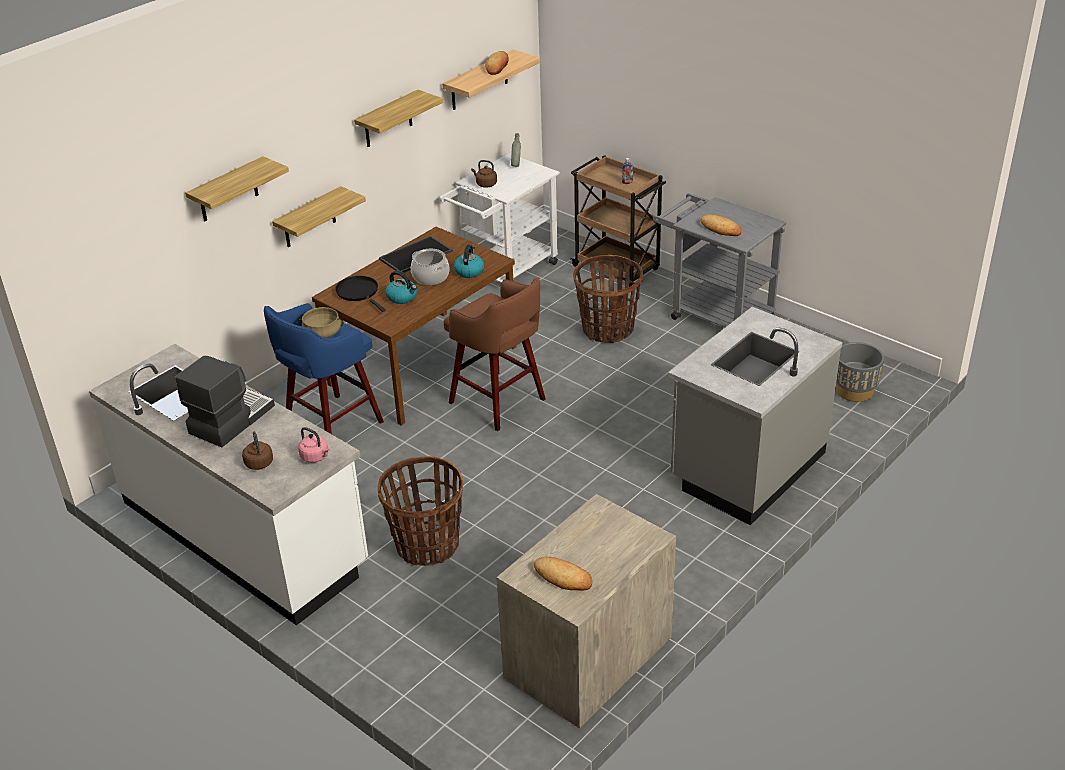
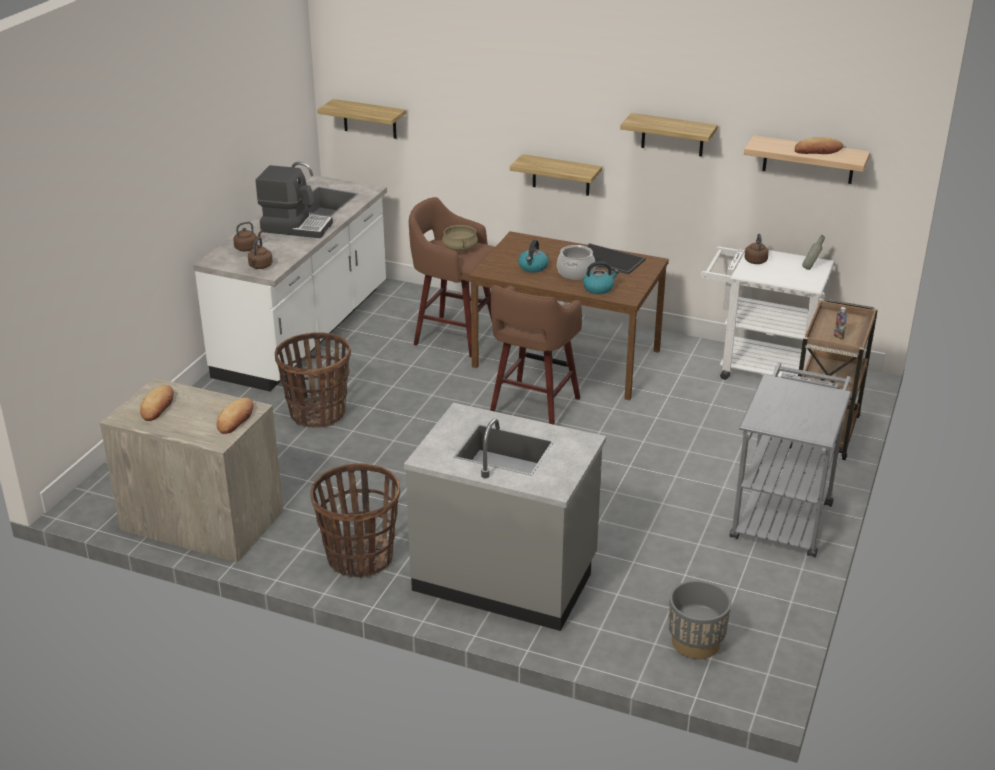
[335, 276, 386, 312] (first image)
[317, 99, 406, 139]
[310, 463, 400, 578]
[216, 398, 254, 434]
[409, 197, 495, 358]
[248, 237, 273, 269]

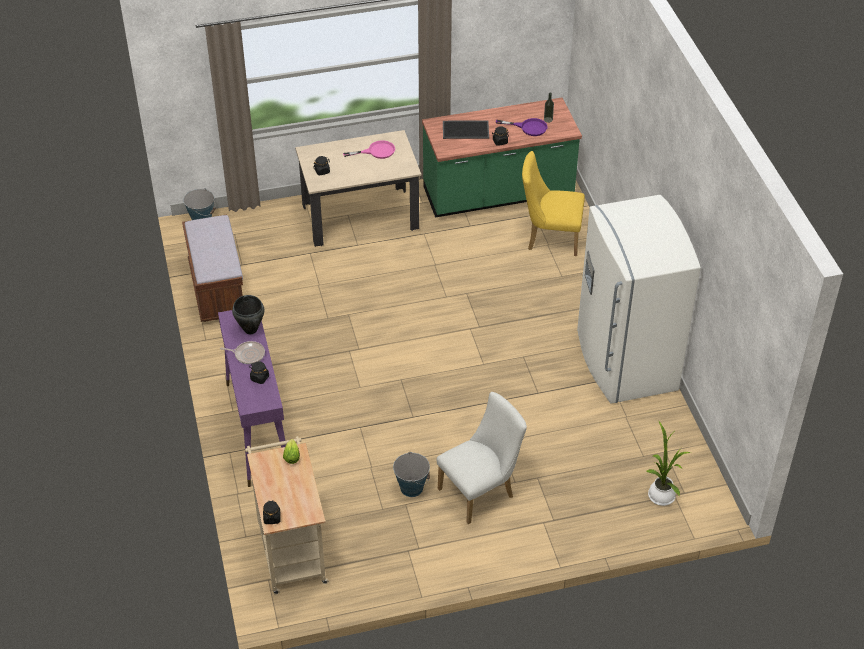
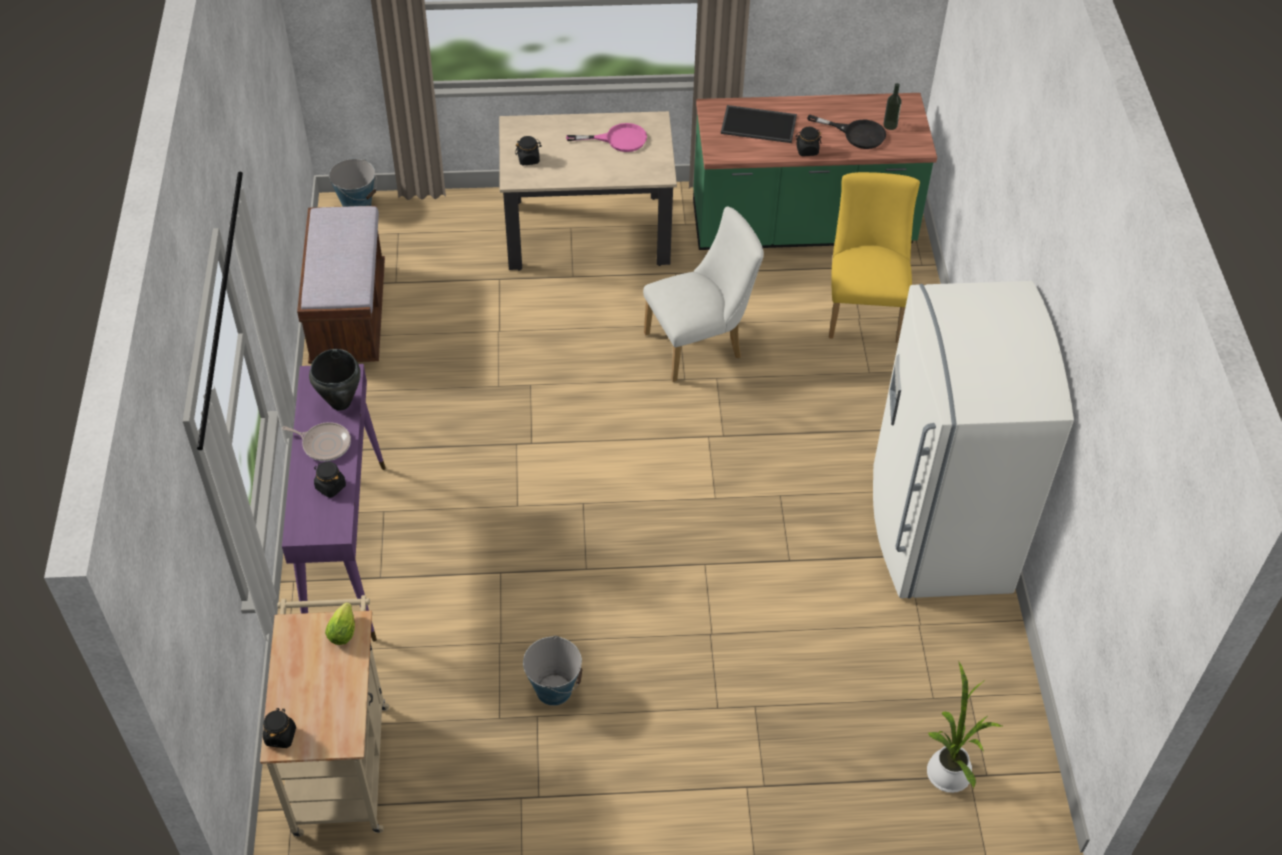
[643, 206, 764, 382]
[807, 115, 886, 149]
[829, 172, 920, 343]

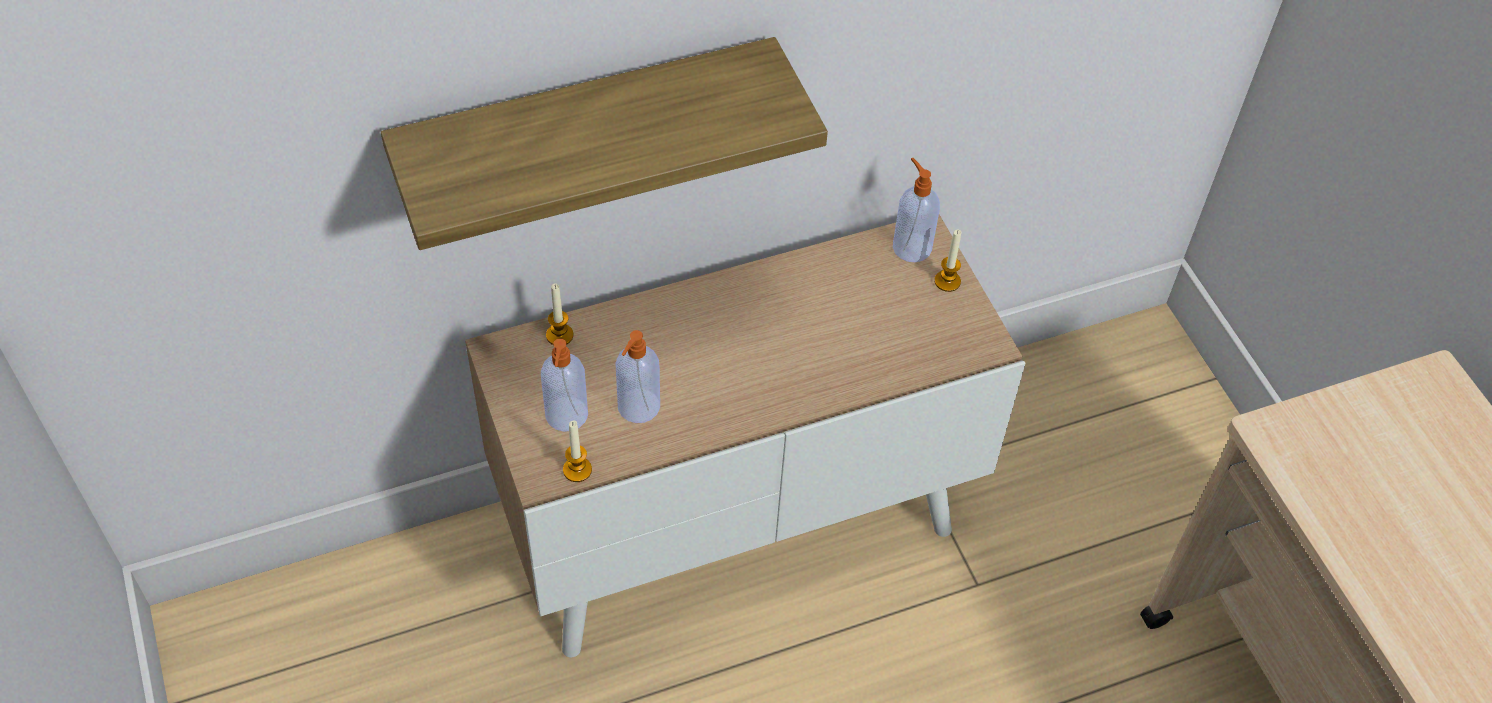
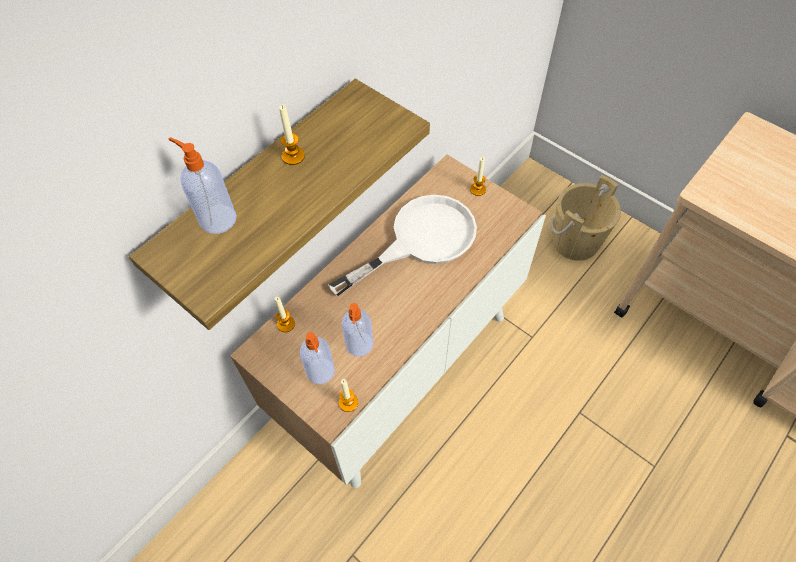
[279, 104, 305, 165]
[328, 195, 477, 296]
[551, 175, 621, 261]
[169, 137, 236, 234]

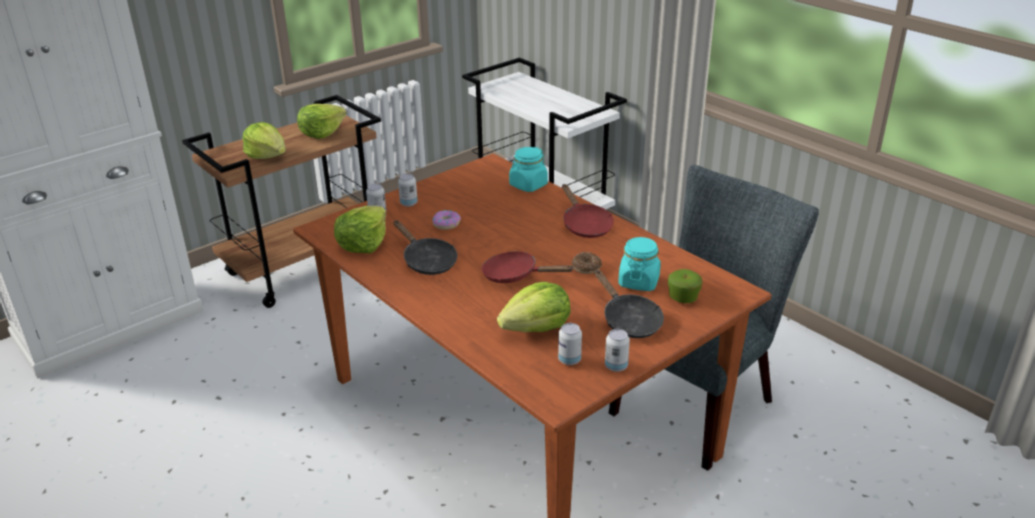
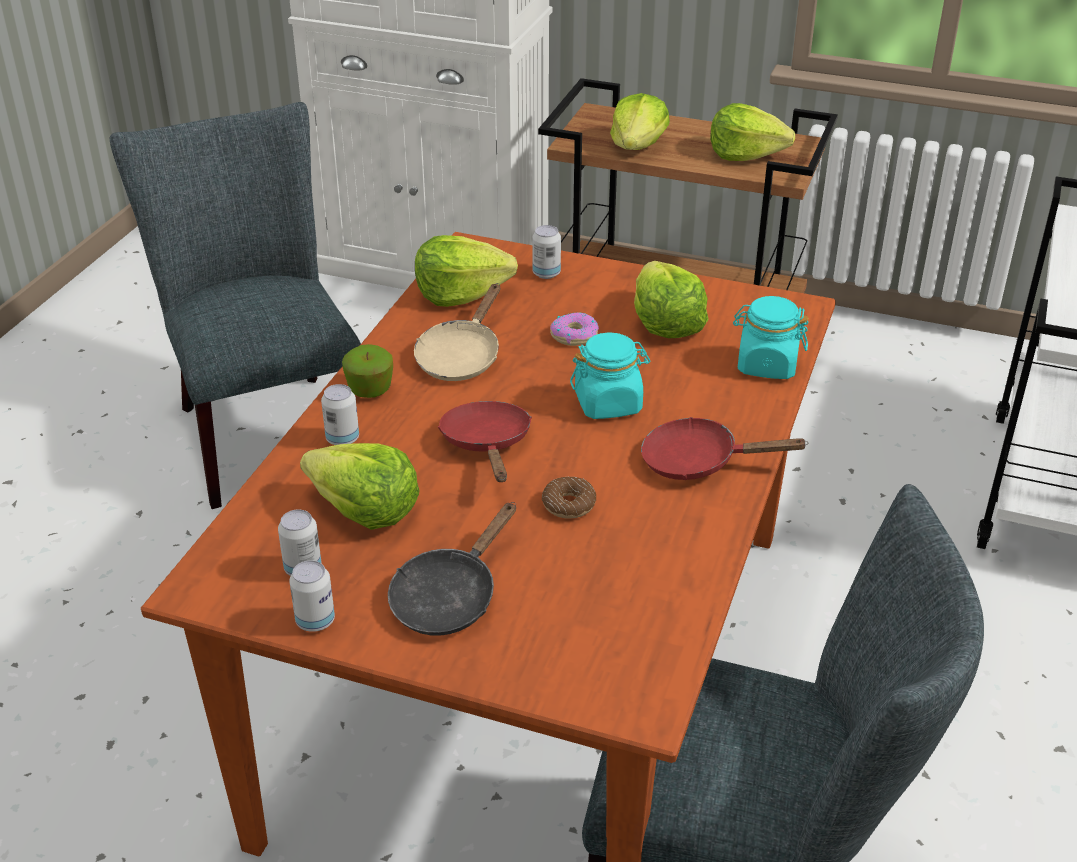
[110, 102, 361, 509]
[634, 261, 709, 338]
[321, 384, 359, 445]
[570, 332, 650, 419]
[342, 344, 393, 398]
[414, 283, 500, 381]
[641, 417, 808, 480]

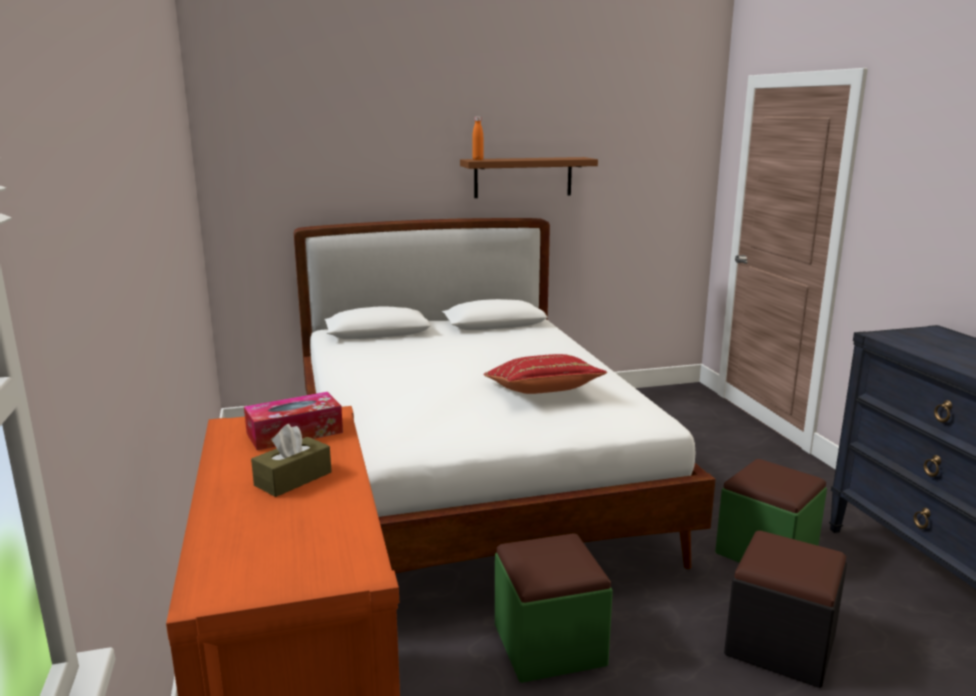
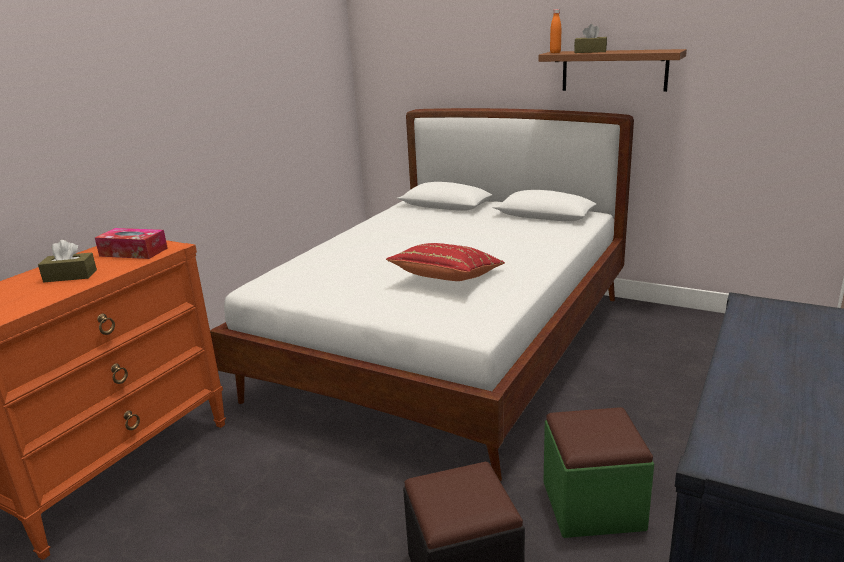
[495, 533, 613, 683] (first image)
[574, 24, 607, 53]

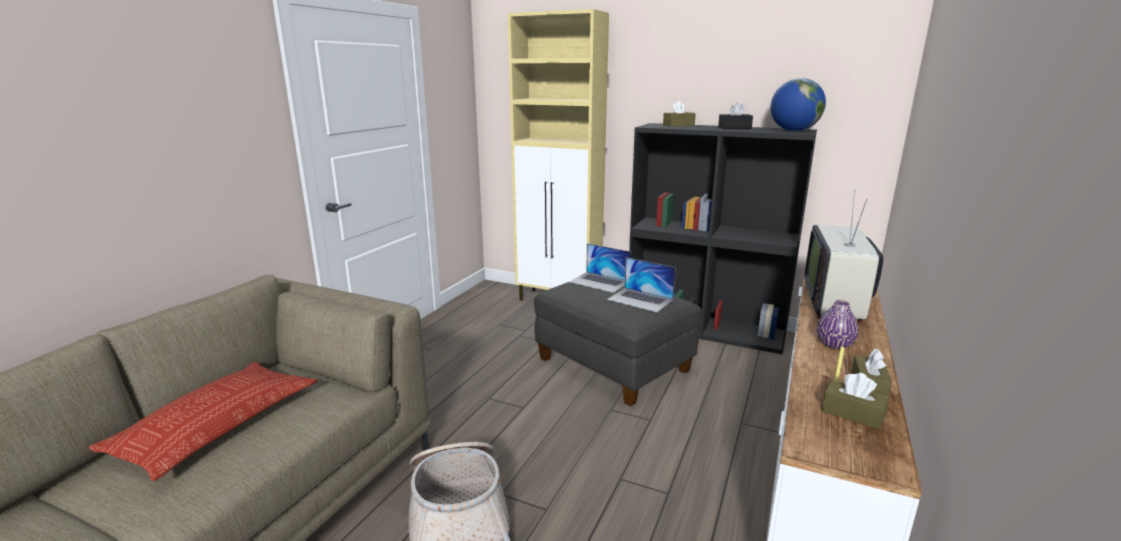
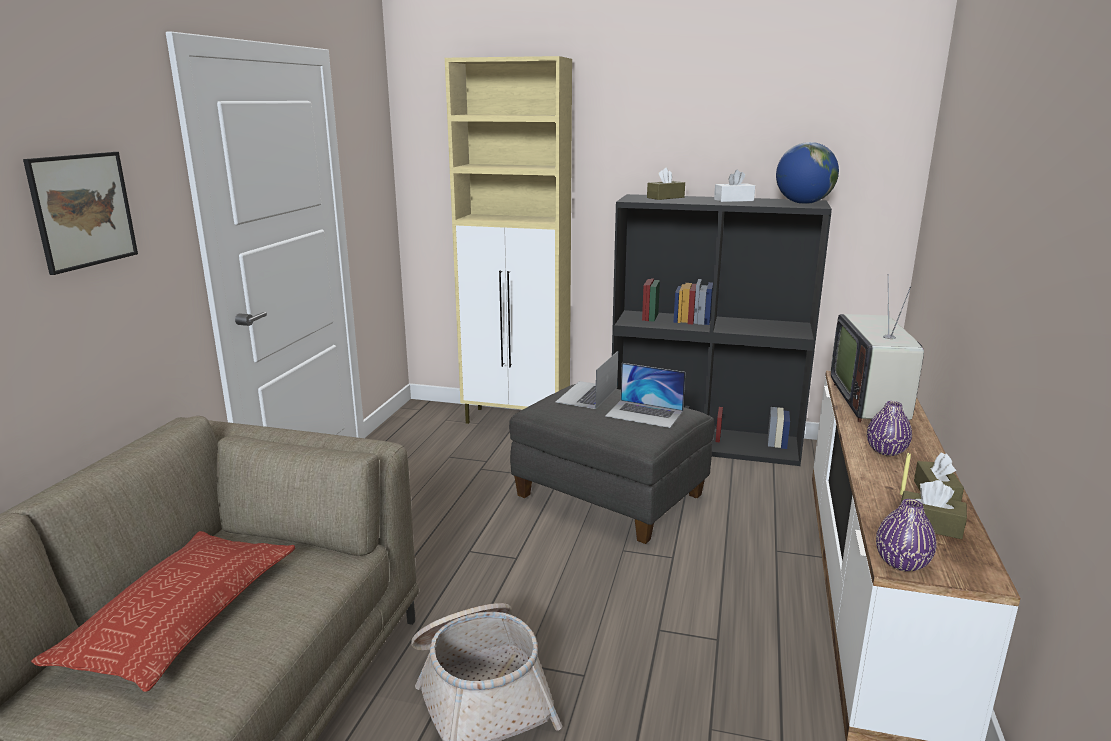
[23, 152, 138, 275]
[876, 499, 937, 572]
[714, 170, 755, 202]
[556, 351, 618, 409]

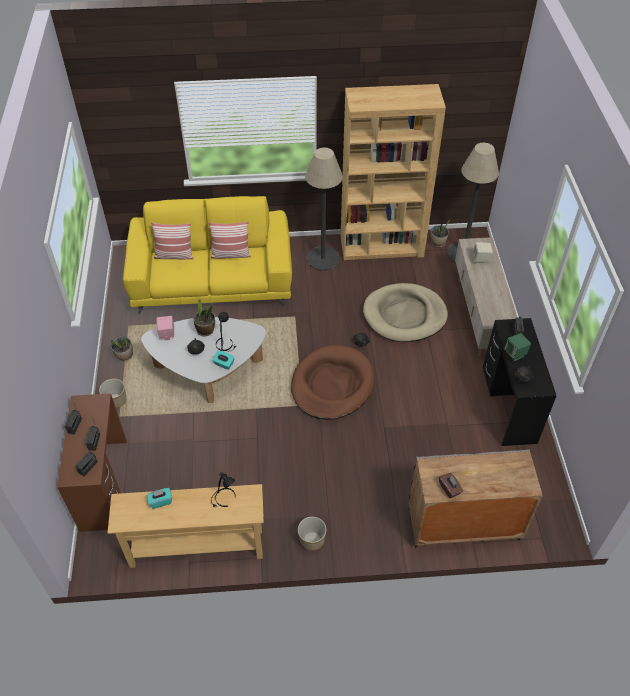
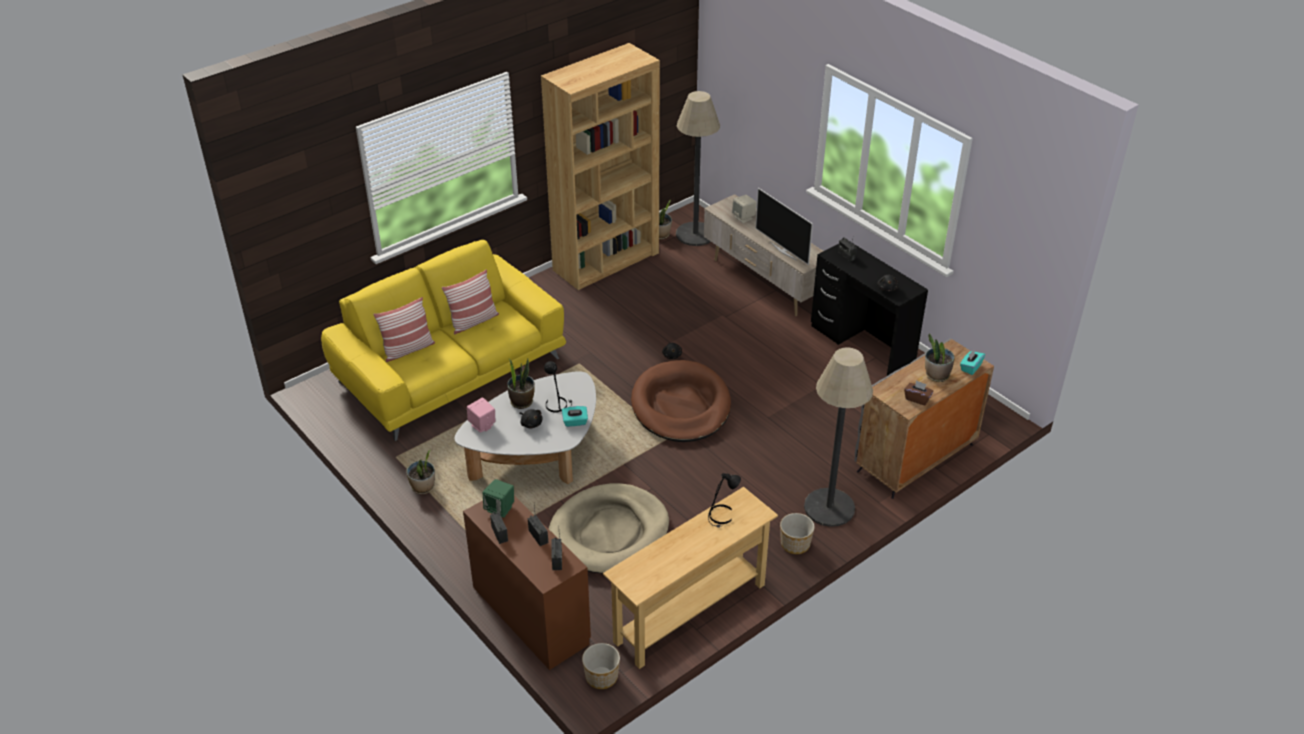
[755, 188, 813, 265]
[925, 334, 955, 382]
[582, 643, 620, 689]
[960, 350, 985, 375]
[804, 347, 873, 527]
[549, 483, 669, 574]
[483, 479, 514, 518]

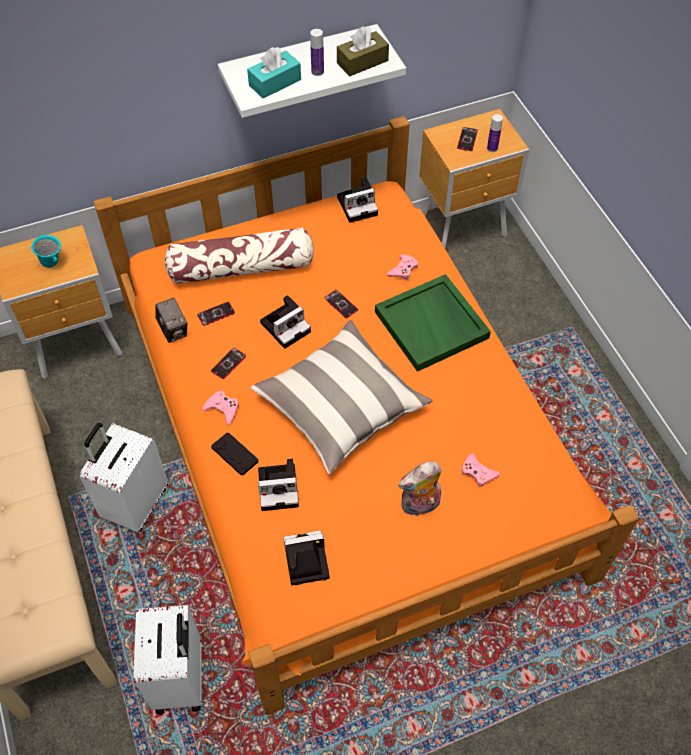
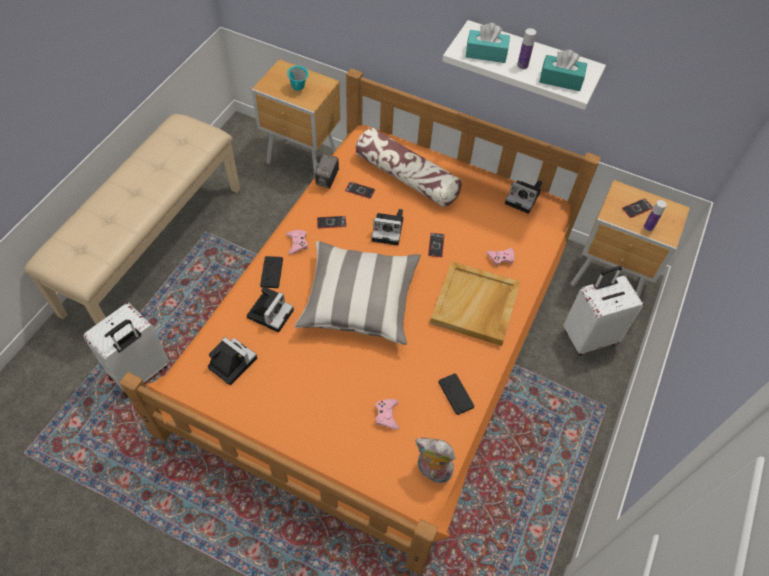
[438, 373, 474, 415]
[563, 266, 644, 355]
[415, 438, 455, 483]
[539, 50, 587, 91]
[430, 261, 521, 346]
[247, 287, 294, 333]

